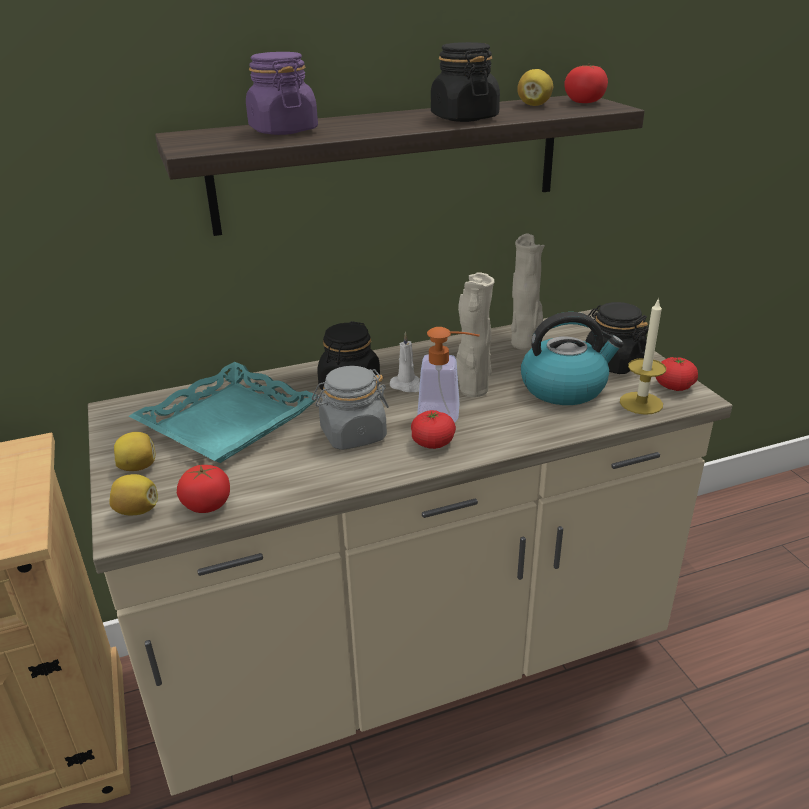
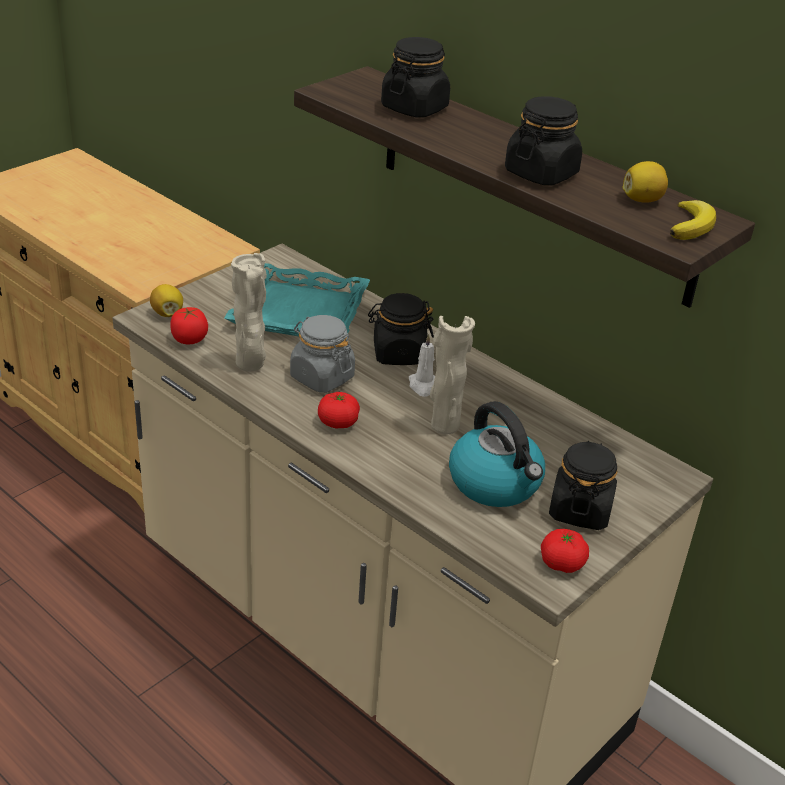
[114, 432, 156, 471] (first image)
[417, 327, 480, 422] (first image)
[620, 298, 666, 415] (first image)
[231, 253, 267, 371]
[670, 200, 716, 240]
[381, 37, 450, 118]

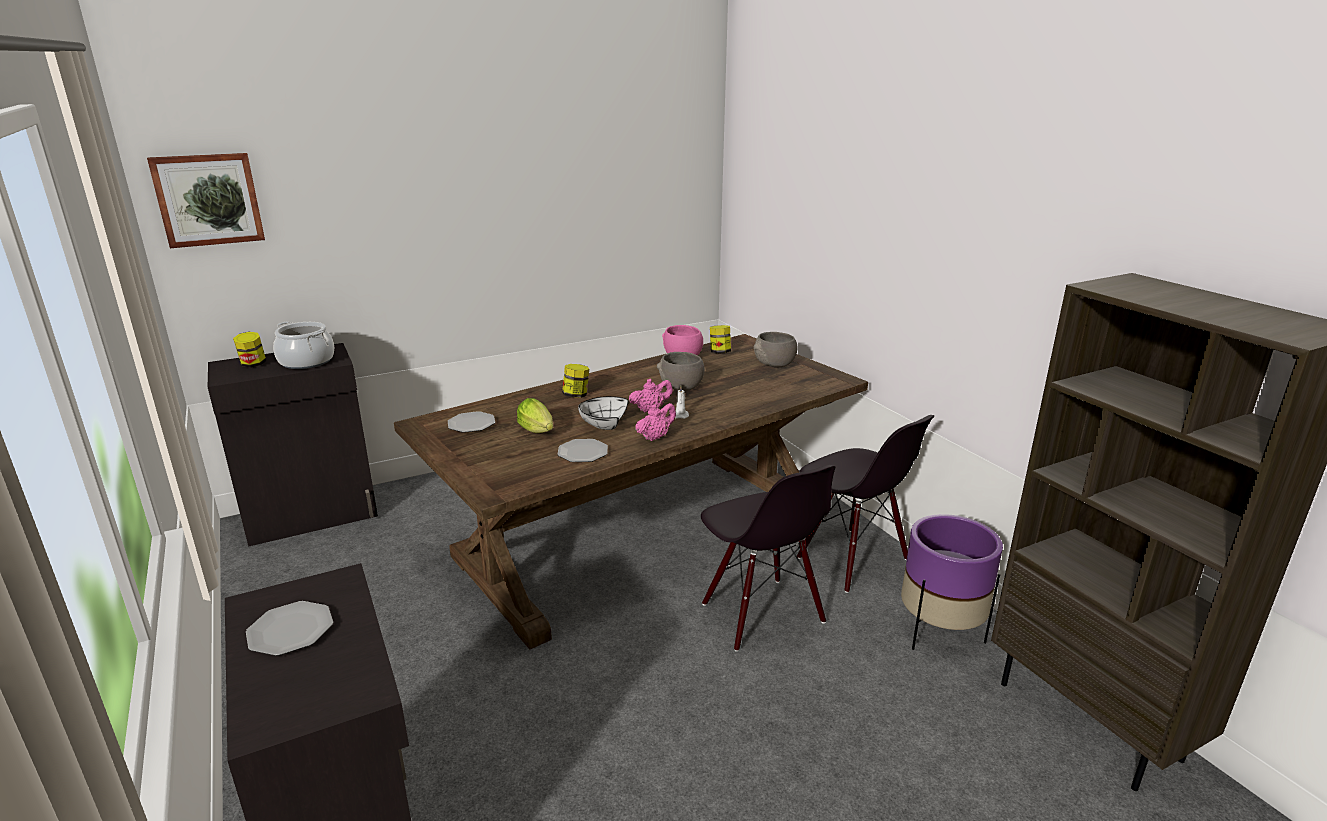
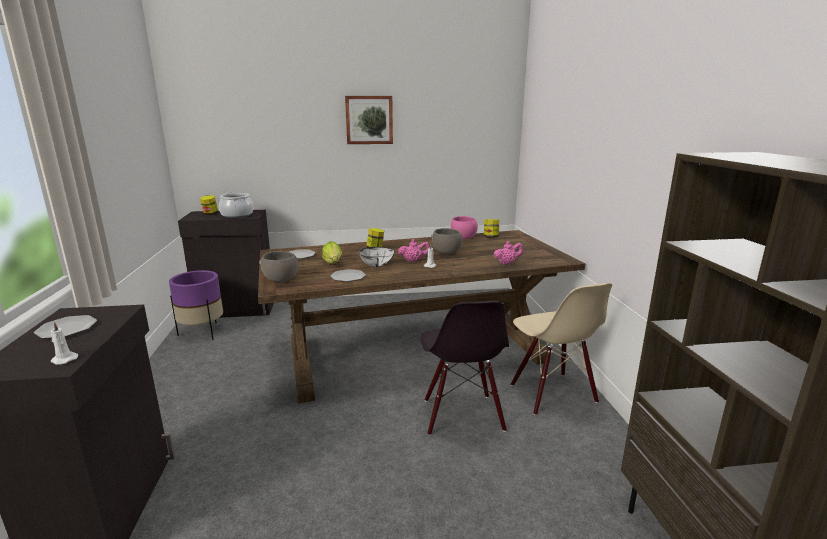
[51, 322, 78, 365]
[345, 96, 393, 144]
[494, 241, 523, 265]
[259, 251, 299, 282]
[169, 270, 223, 340]
[511, 283, 612, 415]

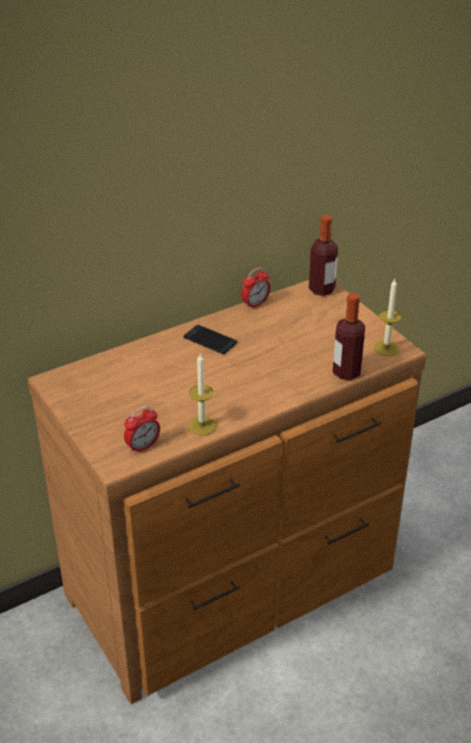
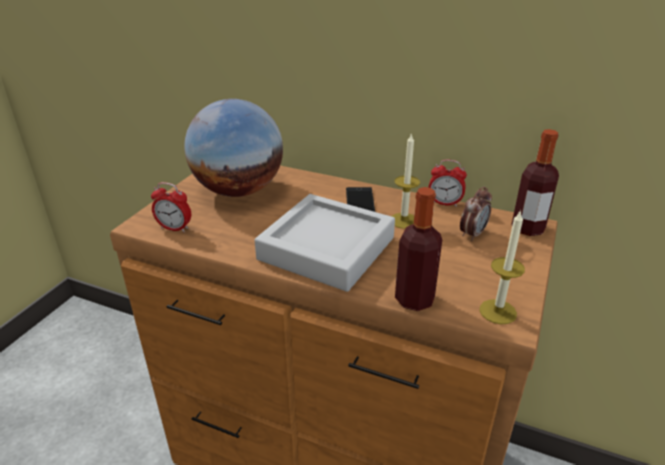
[184, 99, 283, 197]
[255, 194, 395, 292]
[460, 187, 492, 241]
[391, 133, 420, 229]

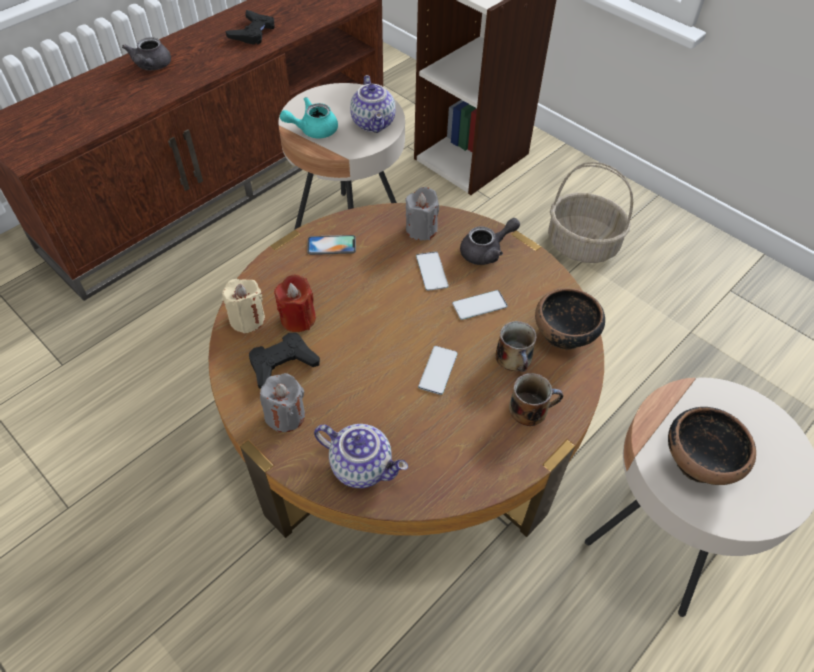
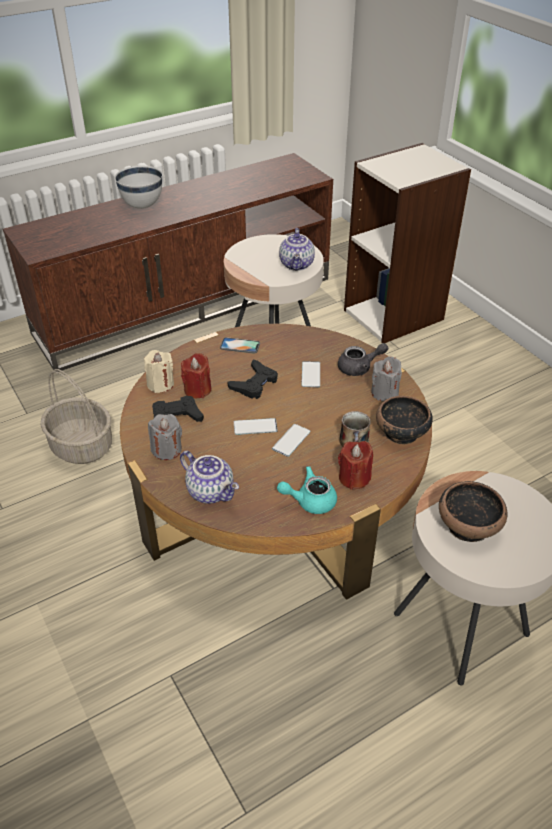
[228, 359, 278, 399]
[277, 466, 337, 514]
[371, 357, 402, 401]
[234, 418, 278, 435]
[40, 369, 112, 464]
[115, 166, 162, 209]
[338, 441, 373, 490]

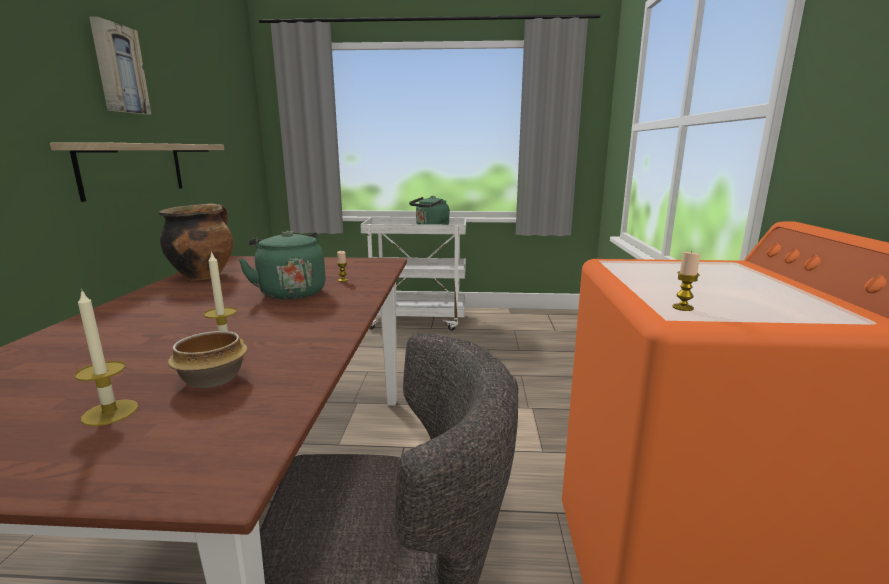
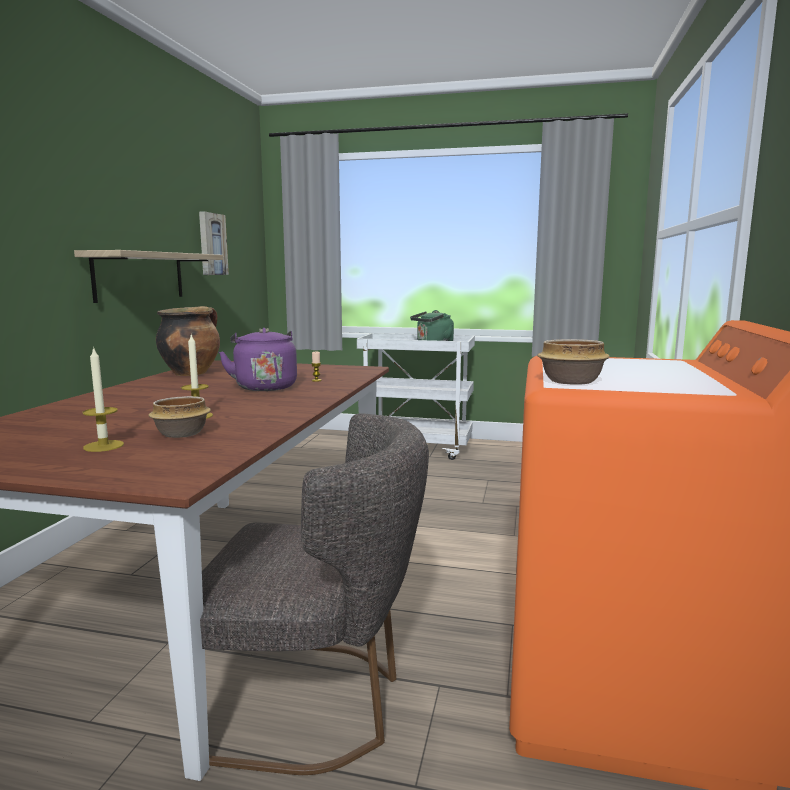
[199, 211, 229, 275]
[537, 339, 610, 385]
[219, 328, 297, 391]

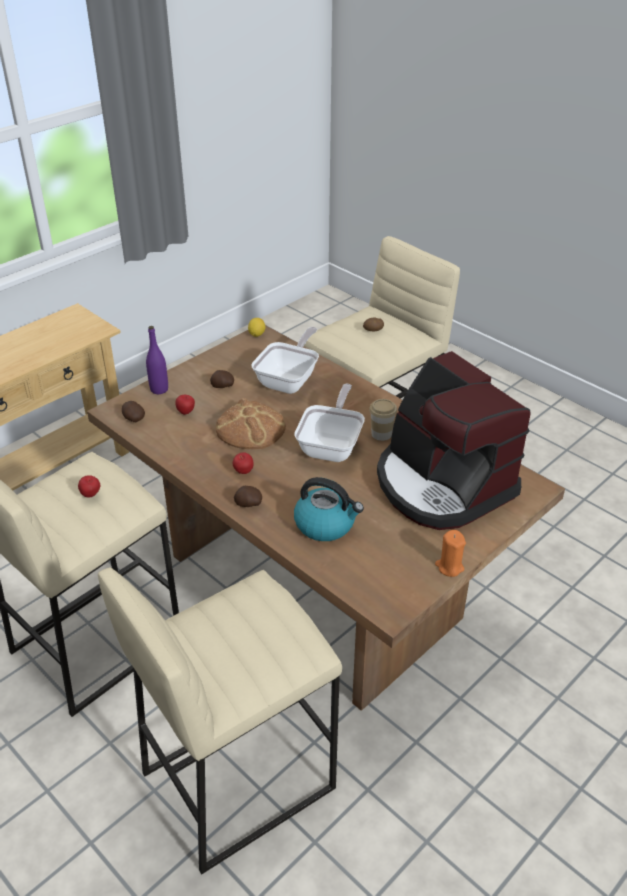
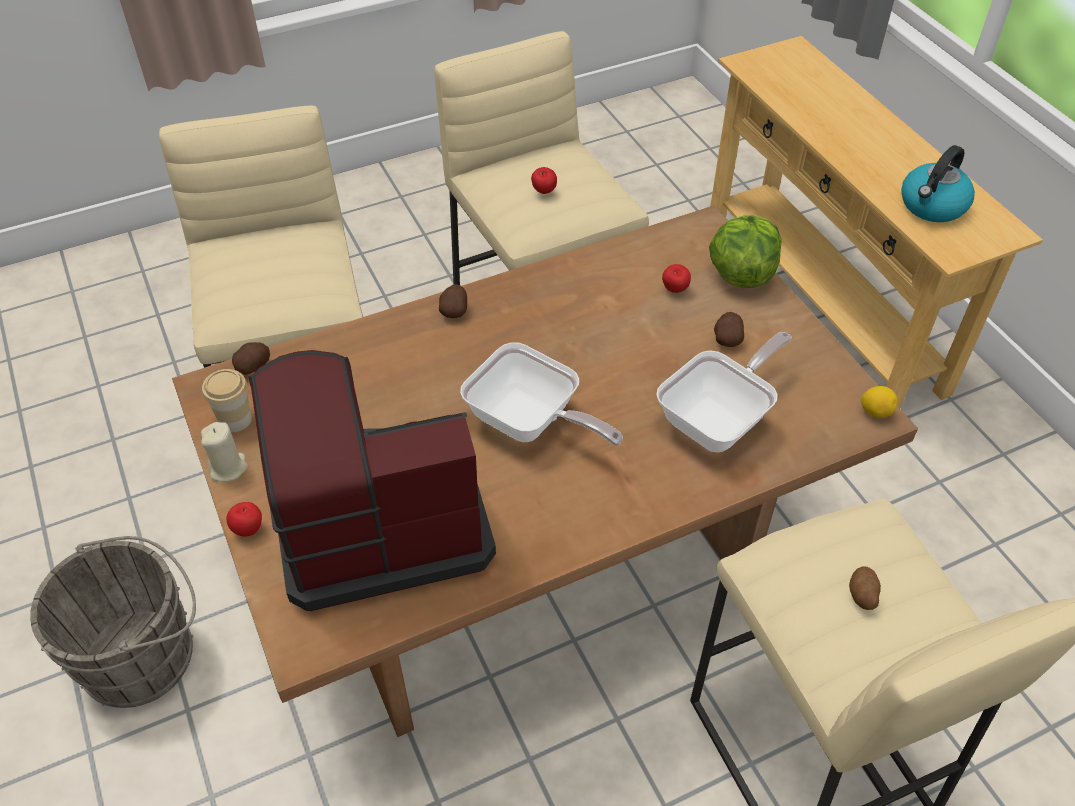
[216, 398, 286, 449] (first image)
[30, 536, 196, 708]
[232, 342, 270, 375]
[226, 502, 262, 537]
[901, 145, 975, 222]
[202, 369, 252, 432]
[709, 215, 782, 288]
[201, 422, 248, 482]
[656, 332, 792, 452]

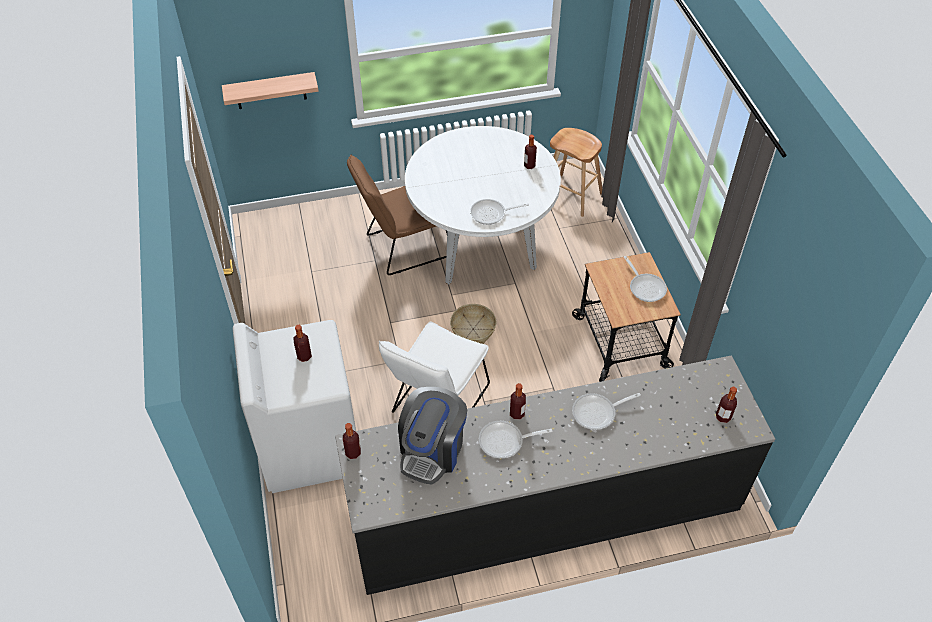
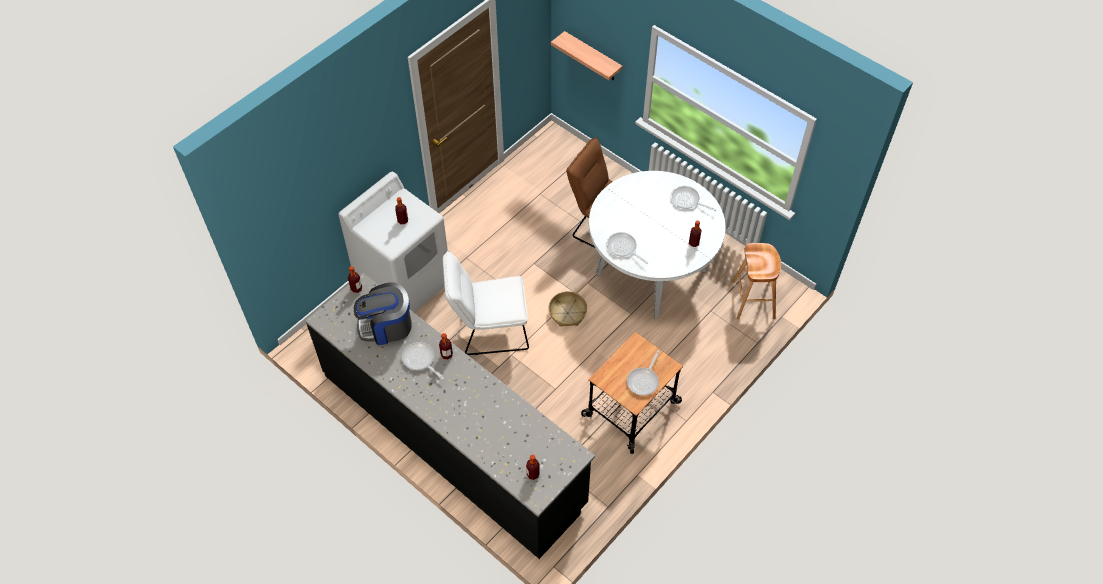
[671, 186, 716, 211]

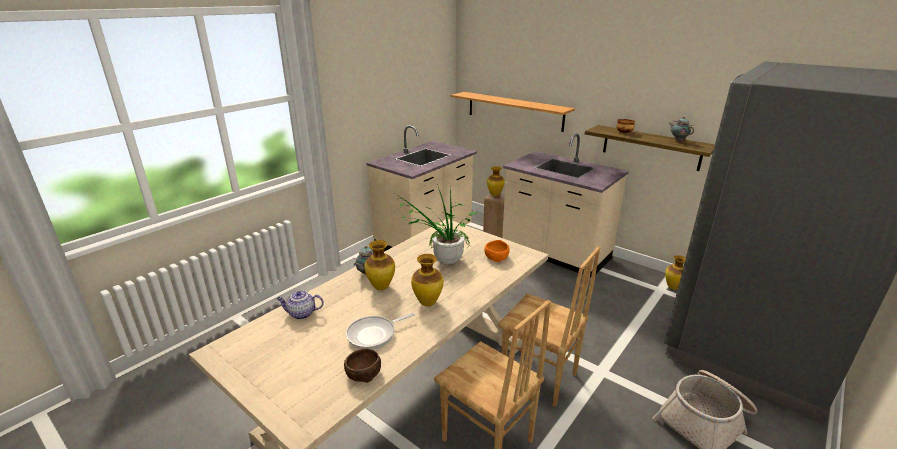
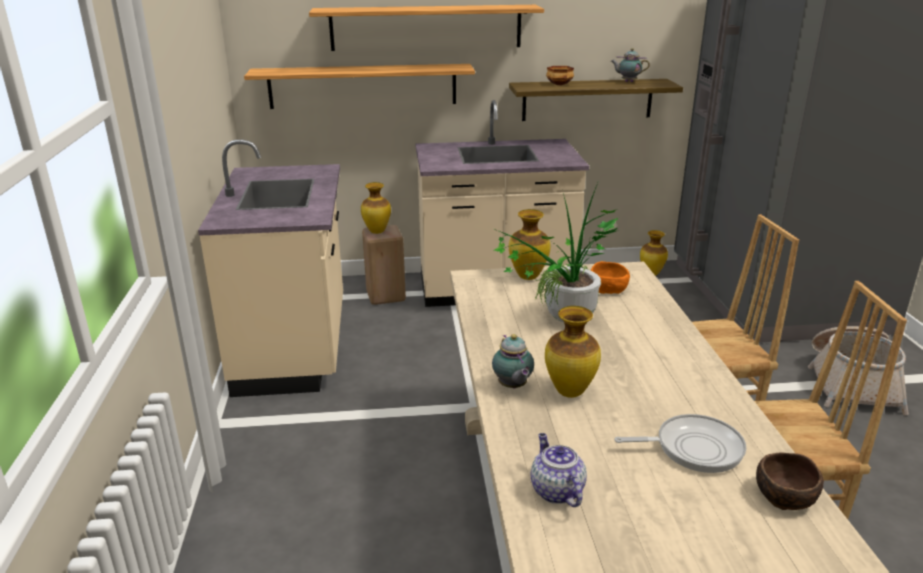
[309, 5, 544, 51]
[509, 209, 551, 280]
[531, 433, 587, 507]
[614, 414, 747, 473]

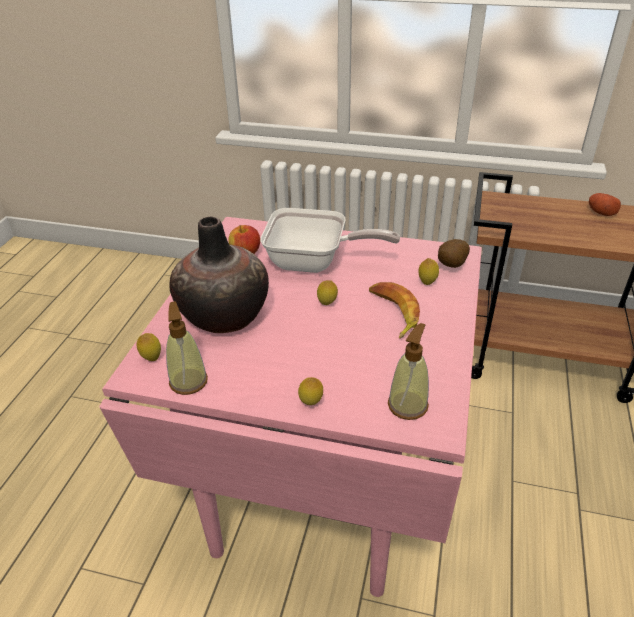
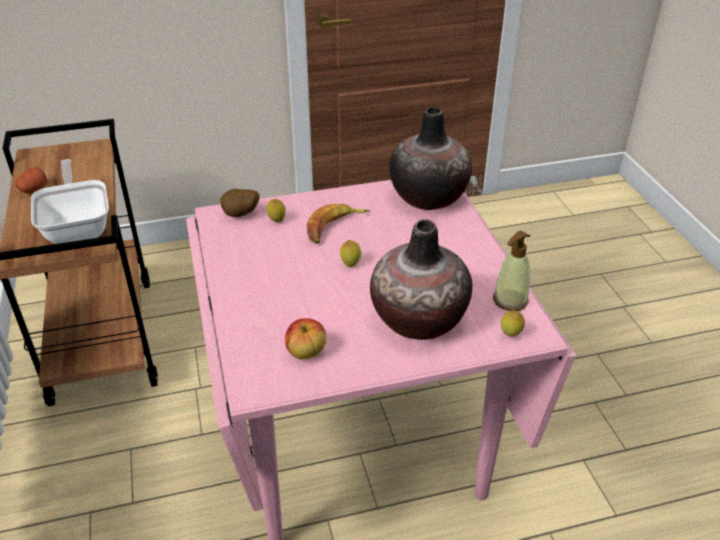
[298, 377, 323, 405] (first image)
[31, 159, 109, 244]
[389, 107, 472, 210]

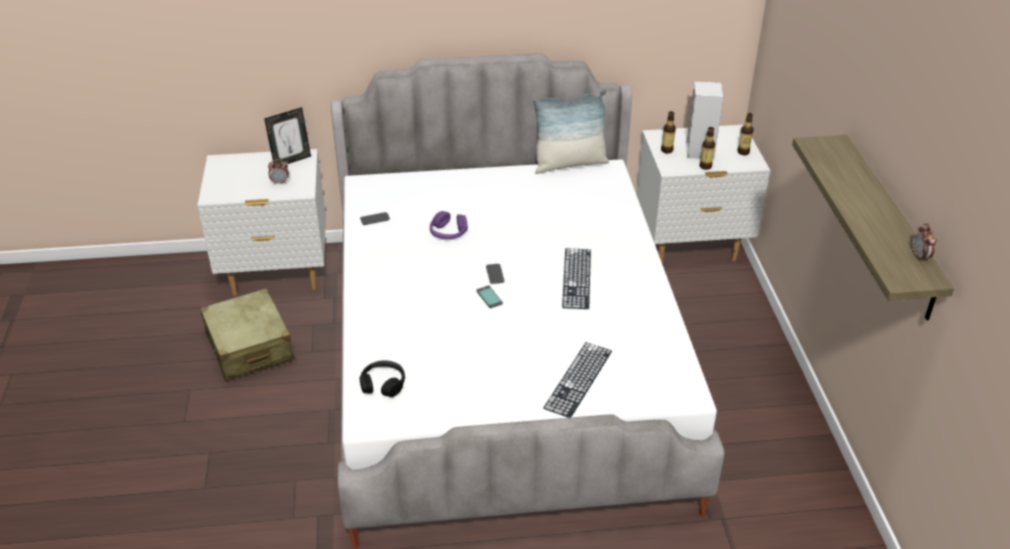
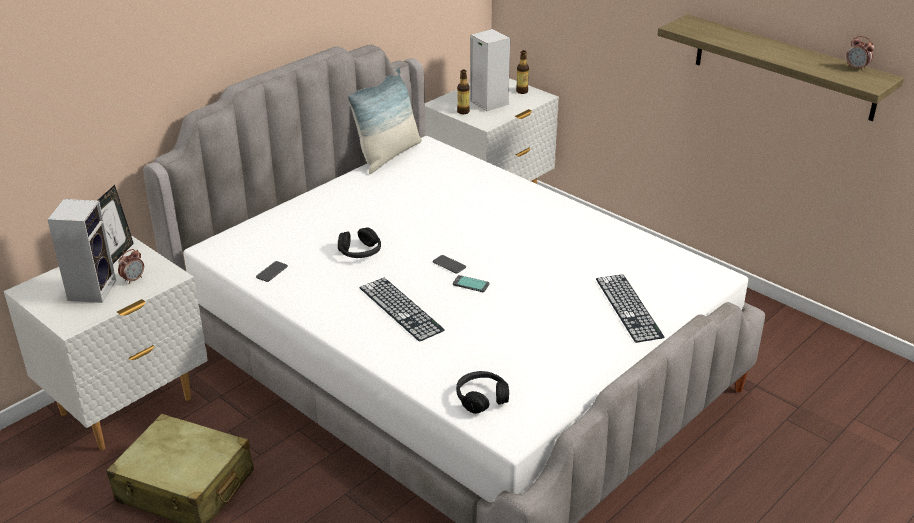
[700, 127, 715, 170] (first image)
[47, 199, 116, 303]
[359, 278, 445, 342]
[338, 227, 381, 258]

